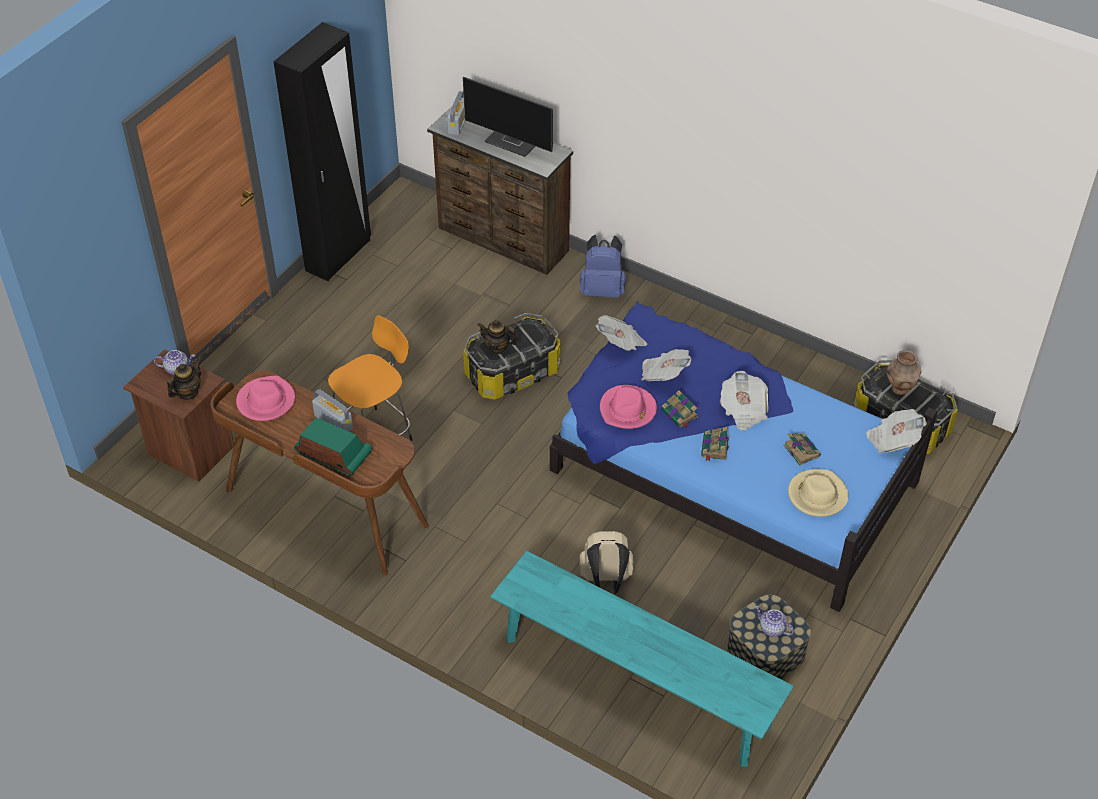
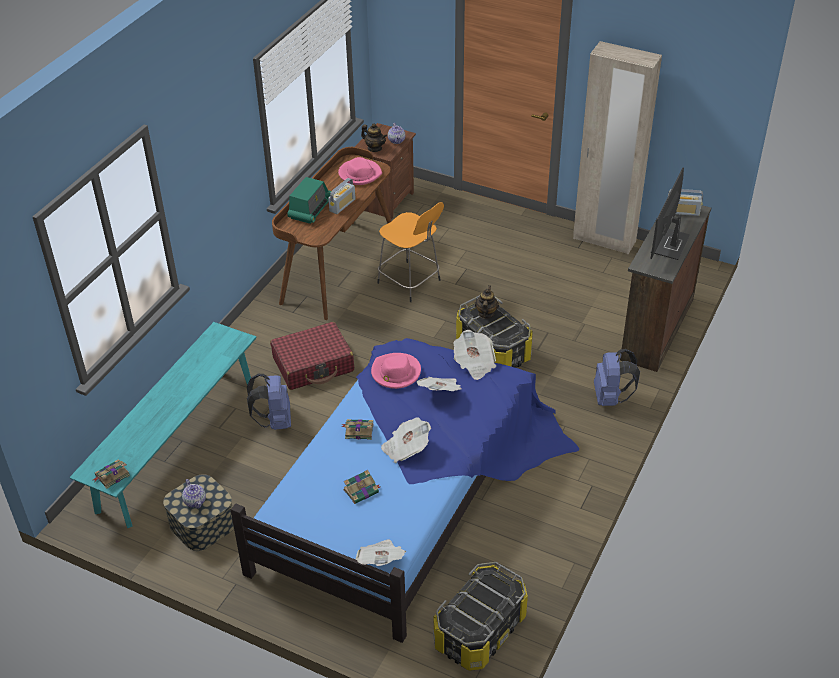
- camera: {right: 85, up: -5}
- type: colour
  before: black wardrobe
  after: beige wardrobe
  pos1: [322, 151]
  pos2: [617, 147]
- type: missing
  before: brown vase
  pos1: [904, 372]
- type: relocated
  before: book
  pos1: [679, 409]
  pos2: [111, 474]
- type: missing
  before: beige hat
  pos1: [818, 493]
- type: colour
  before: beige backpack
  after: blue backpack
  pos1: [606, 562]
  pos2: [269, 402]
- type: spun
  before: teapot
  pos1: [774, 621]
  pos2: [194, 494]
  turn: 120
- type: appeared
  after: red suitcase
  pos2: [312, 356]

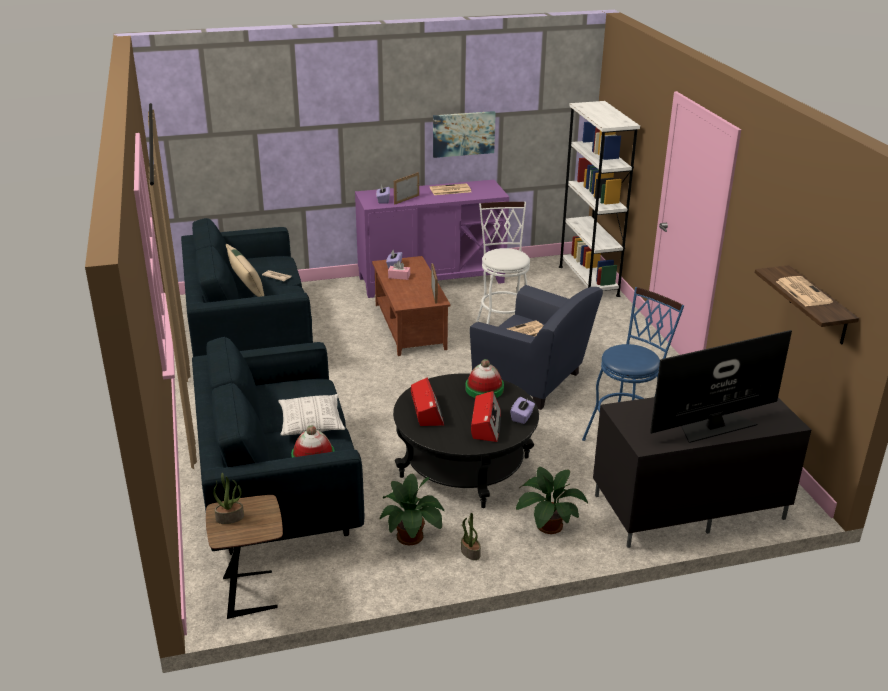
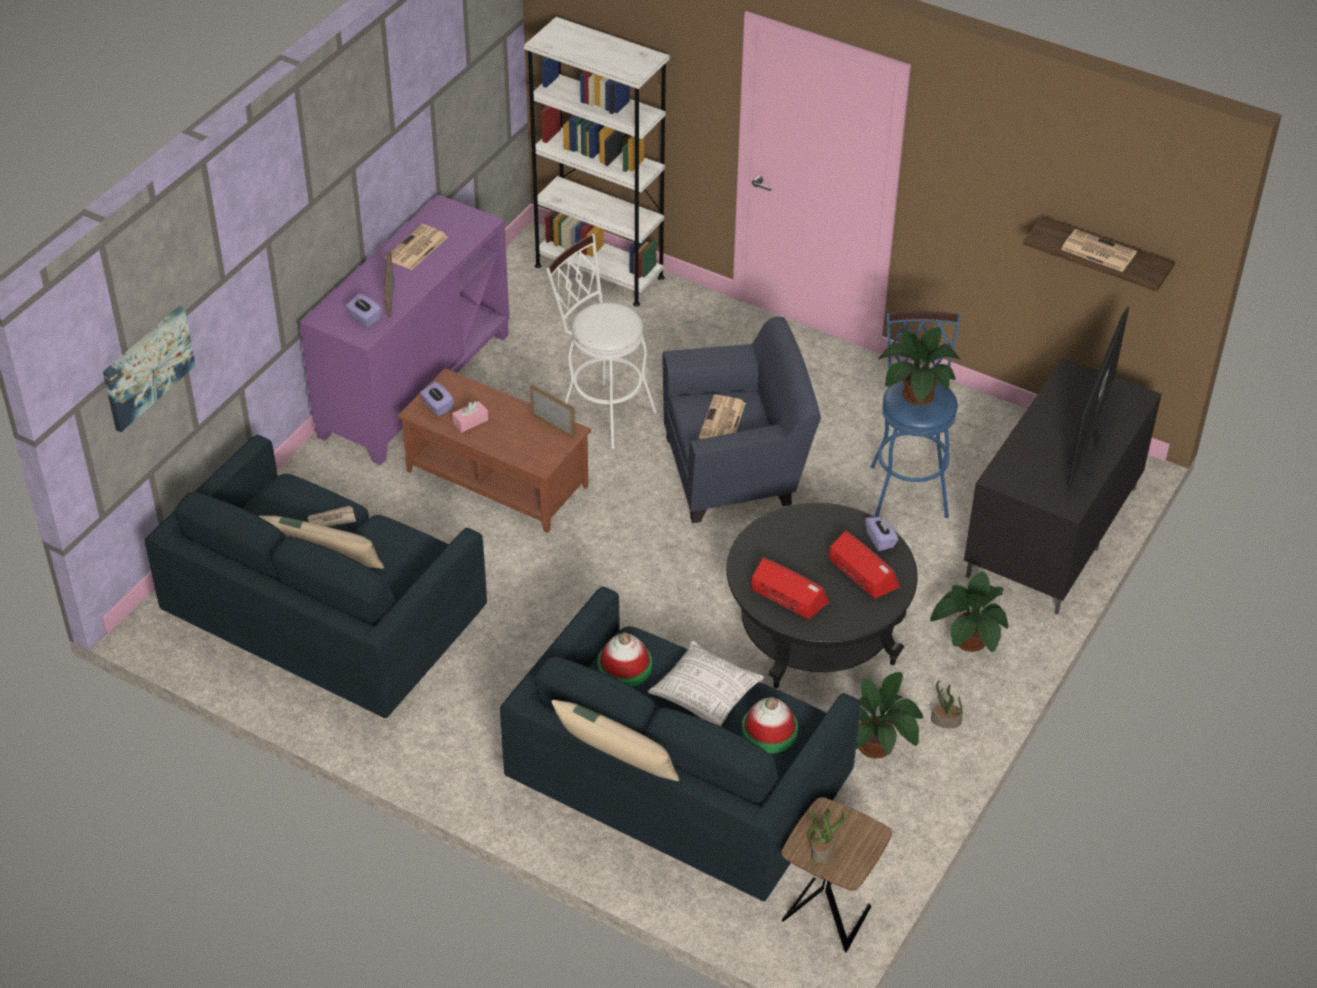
- camera: {right: -45, up: 15}
- type: relocated
  before: picture
  pos1: [464, 134]
  pos2: [149, 369]
- type: relocated
  before: hat
  pos1: [484, 378]
  pos2: [625, 659]
- type: appeared
  after: potted plant
  pos2: [919, 366]
- type: appeared
  after: beige pillow
  pos2: [615, 740]

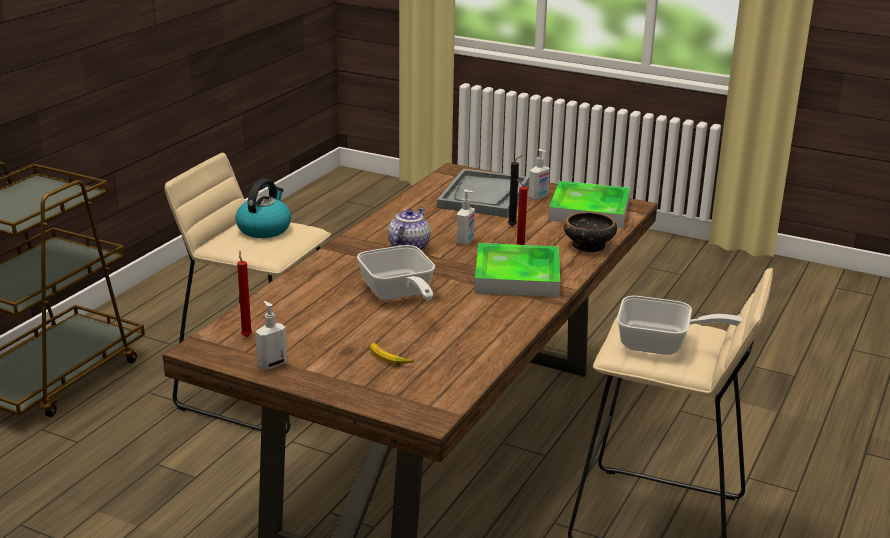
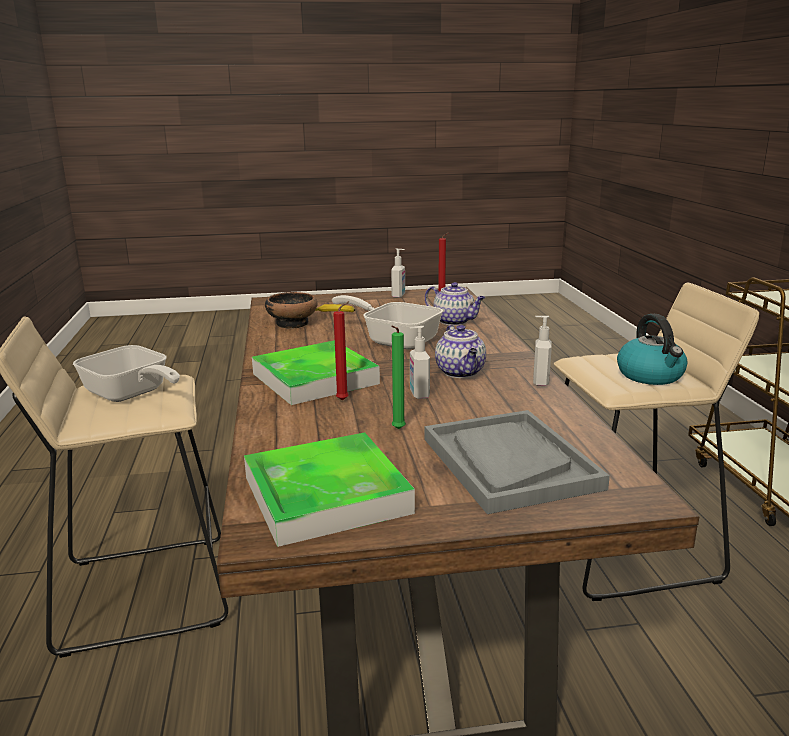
- camera: {right: 145, up: -5}
- type: relocated
  before: soap dispenser
  pos1: [539, 174]
  pos2: [542, 351]
- type: colour
  before: black candle
  after: green candle
  pos1: [515, 190]
  pos2: [398, 377]
- type: relocated
  before: bowl
  pos1: [590, 232]
  pos2: [291, 310]
- type: spun
  before: frying pan
  pos1: [680, 325]
  pos2: [126, 373]
  turn: -120
- type: appeared
  after: teapot
  pos2: [455, 304]

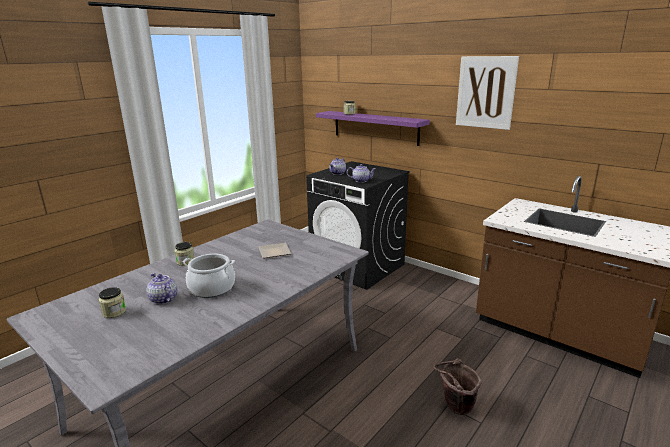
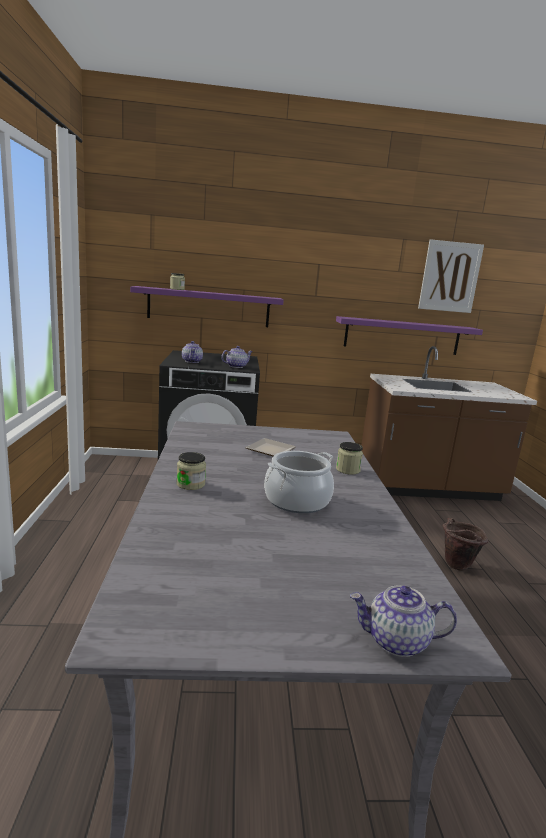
- camera: {right: -45, up: -5}
- type: relocated
  before: picture
  pos1: [487, 93]
  pos2: [451, 276]
- type: relocated
  before: teapot
  pos1: [161, 288]
  pos2: [403, 621]
- type: relocated
  before: jar
  pos1: [112, 302]
  pos2: [349, 458]
- type: appeared
  after: purple shelf
  pos2: [409, 335]

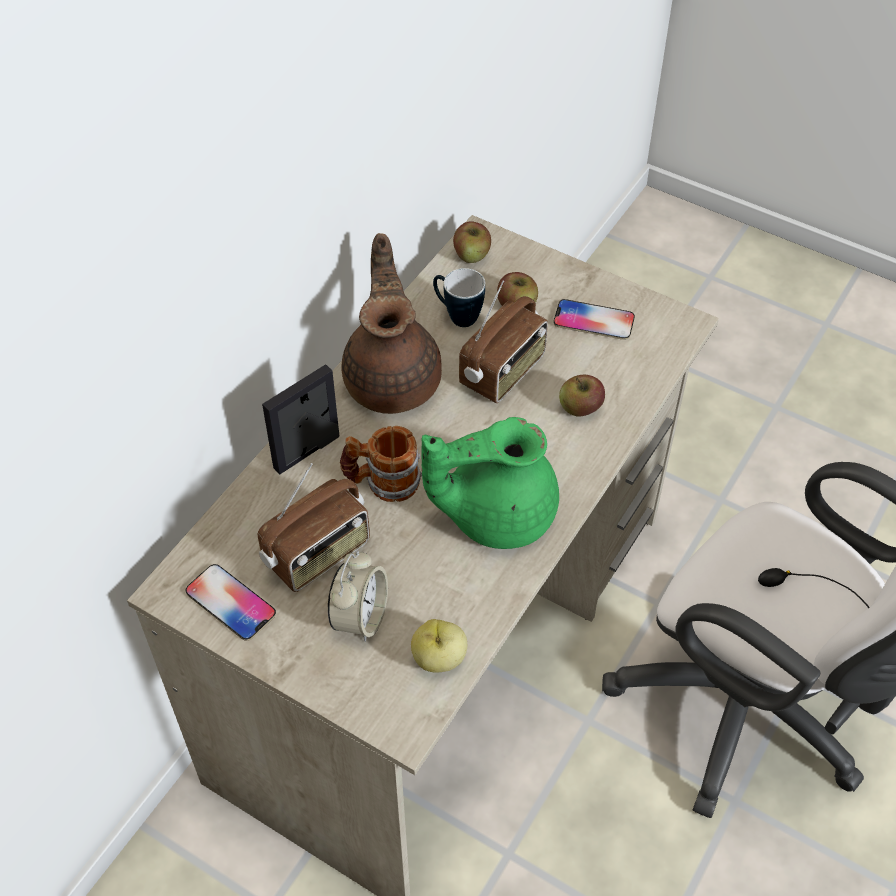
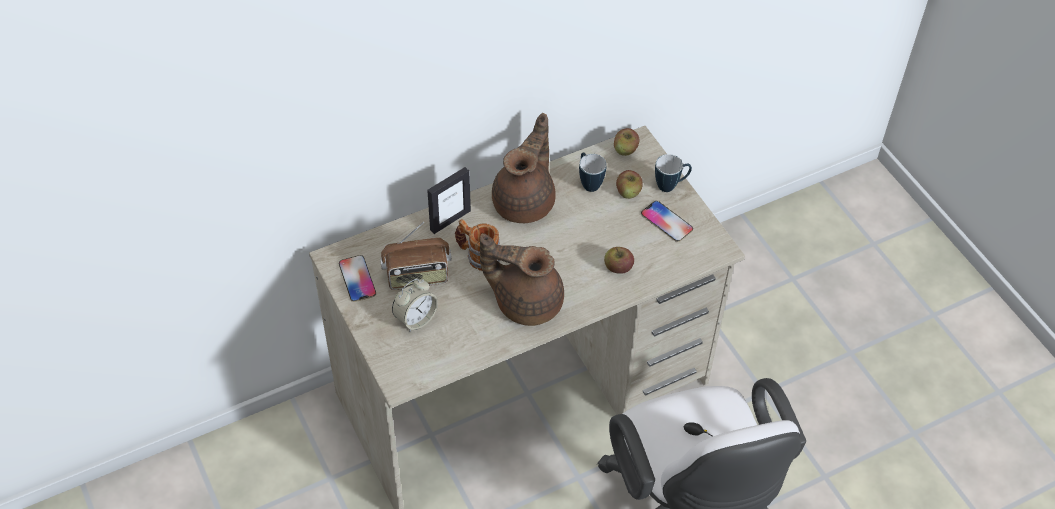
- camera: {right: 30, up: 0}
- type: missing
  before: radio
  pos1: [503, 341]
- type: spun
  before: picture frame
  pos1: [300, 419]
  pos2: [449, 200]
  turn: 150
- type: colour
  before: green teapot
  after: brown teapot
  pos1: [490, 483]
  pos2: [522, 279]
- type: missing
  before: apple
  pos1: [439, 646]
- type: appeared
  after: mug
  pos2: [673, 173]

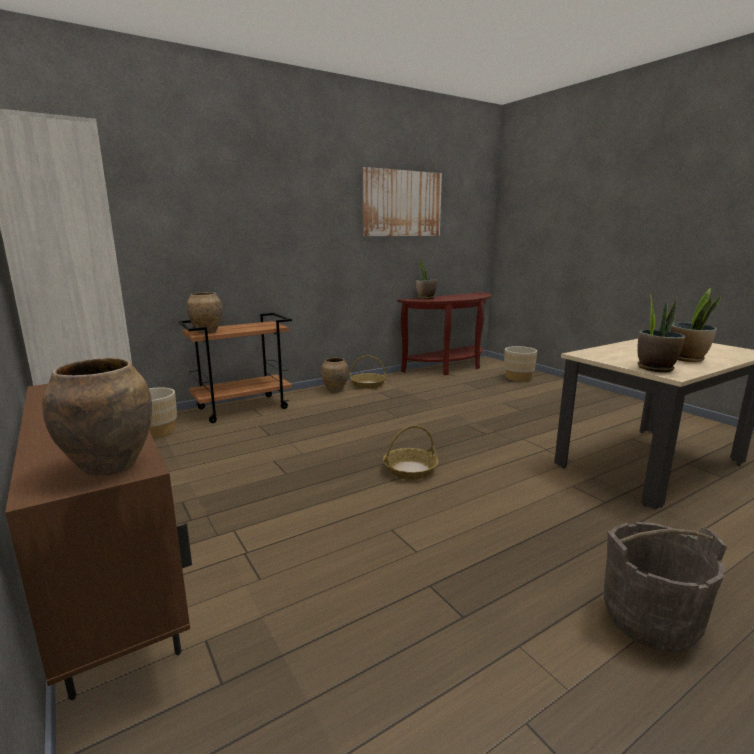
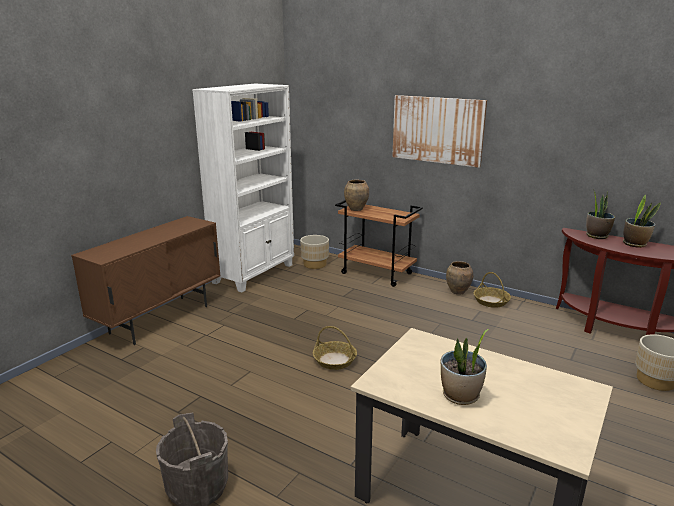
- camera: {right: 65, up: 5}
- type: relocated
  before: picture
  pos1: [402, 201]
  pos2: [439, 131]
- type: relocated
  before: potted plant
  pos1: [661, 332]
  pos2: [642, 221]
- type: missing
  before: brown vase
  pos1: [97, 417]

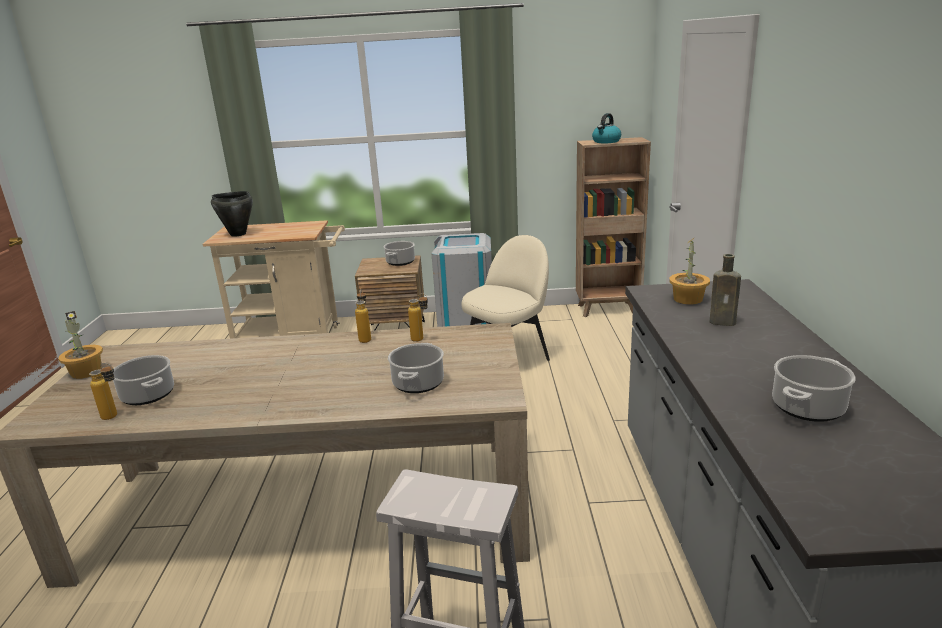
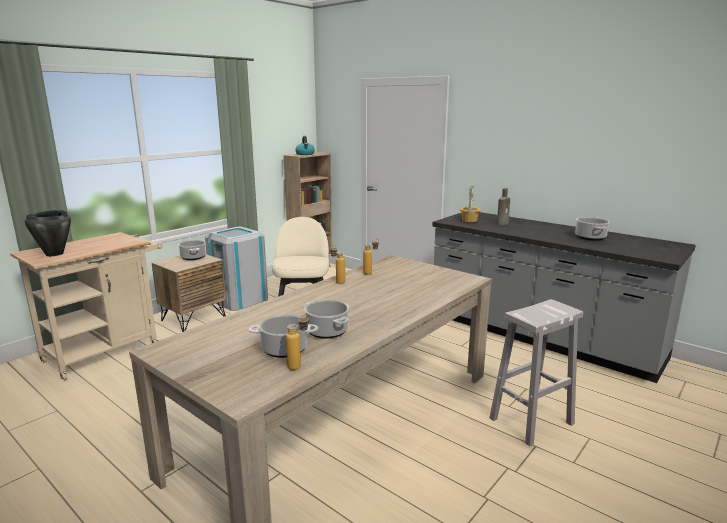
- camera: {right: -50, up: -5}
- type: missing
  before: potted plant
  pos1: [80, 345]
- type: relocated
  before: cooking pot
  pos1: [416, 368]
  pos2: [326, 319]

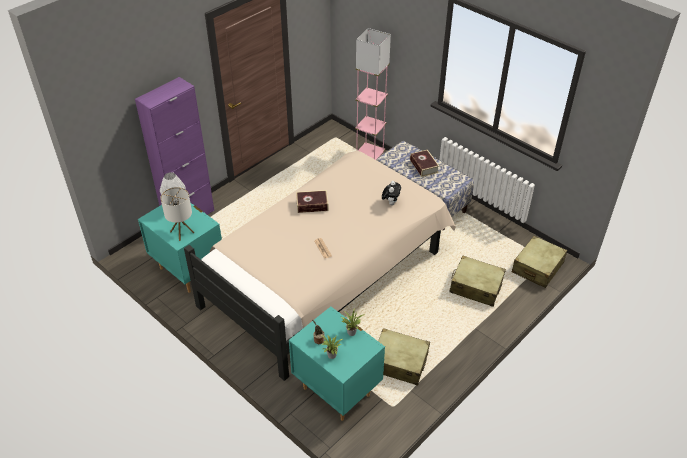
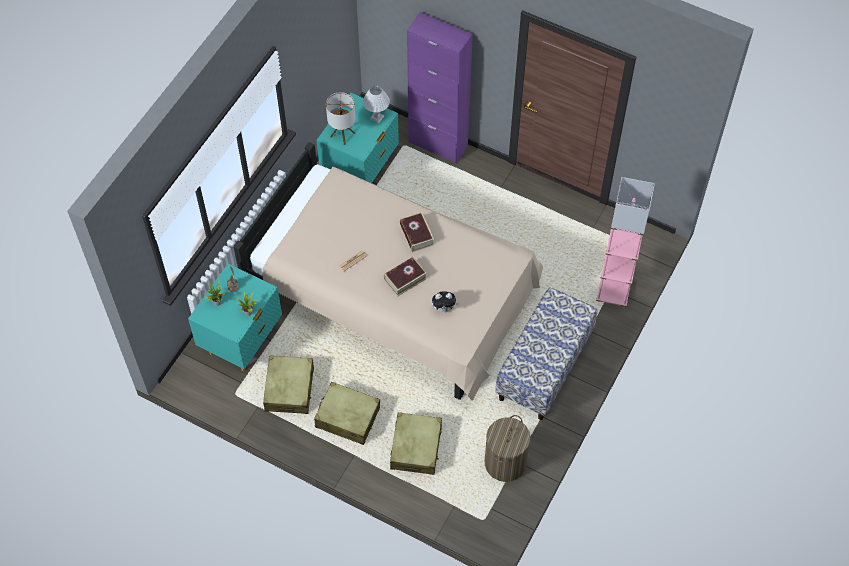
- camera: {right: 75, up: 15}
- type: relocated
  before: book
  pos1: [424, 163]
  pos2: [405, 276]
- type: relocated
  before: beige suitcase
  pos1: [539, 262]
  pos2: [347, 413]
- type: appeared
  after: laundry basket
  pos2: [508, 448]

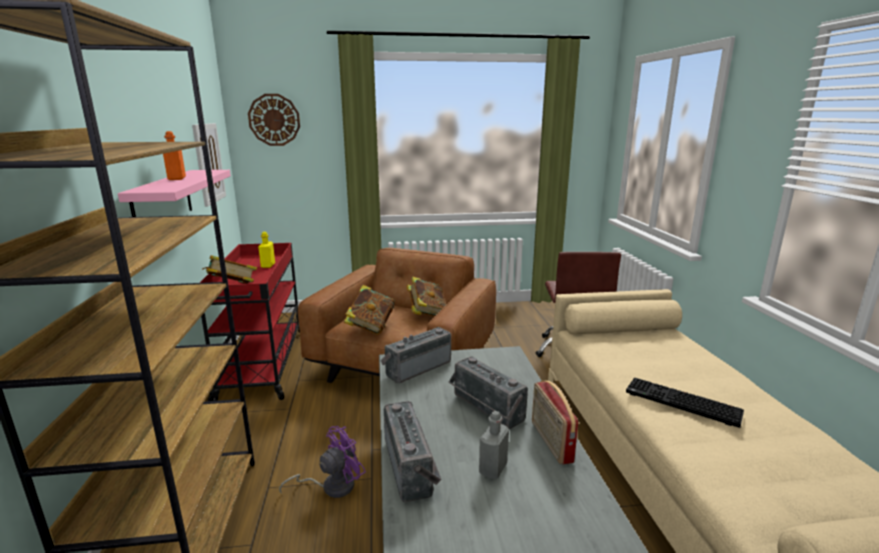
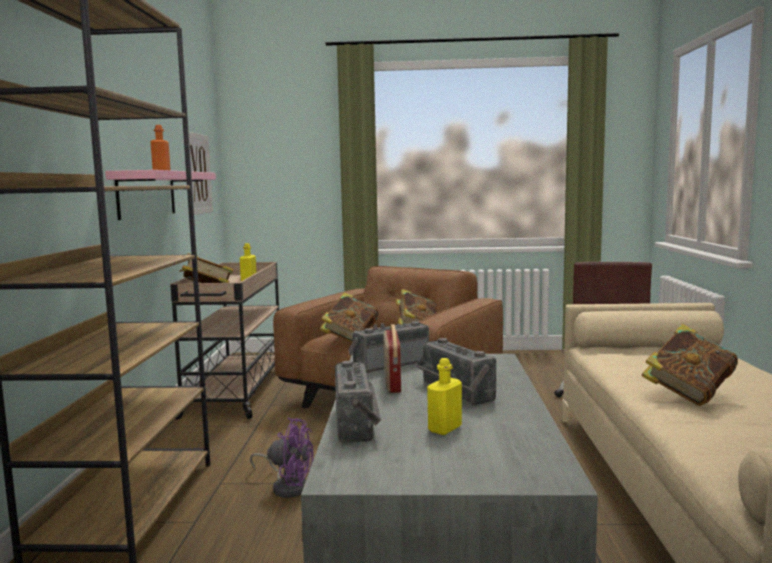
- camera: {right: 10, up: -10}
- type: missing
  before: wall clock
  pos1: [274, 120]
- type: colour
  before: red cart
  after: beige cart
  pos1: [250, 322]
  pos2: [224, 341]
- type: exchanged
  before: keyboard
  after: book
  pos1: [685, 403]
  pos2: [689, 365]
- type: relocated
  before: radio
  pos1: [555, 422]
  pos2: [392, 359]
- type: colour
  before: grey bottle
  after: yellow bottle
  pos1: [494, 445]
  pos2: [444, 396]
- type: spun
  before: purple fan
  pos1: [322, 462]
  pos2: [282, 458]
  turn: 45

